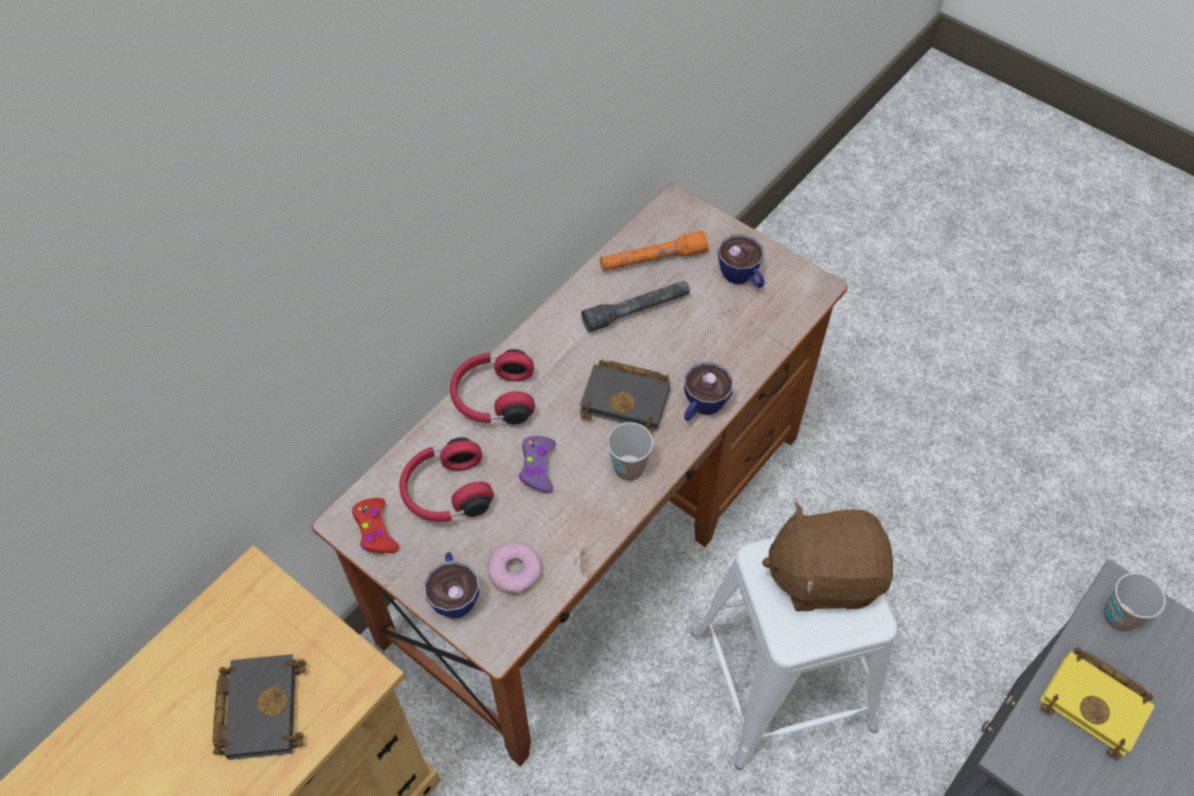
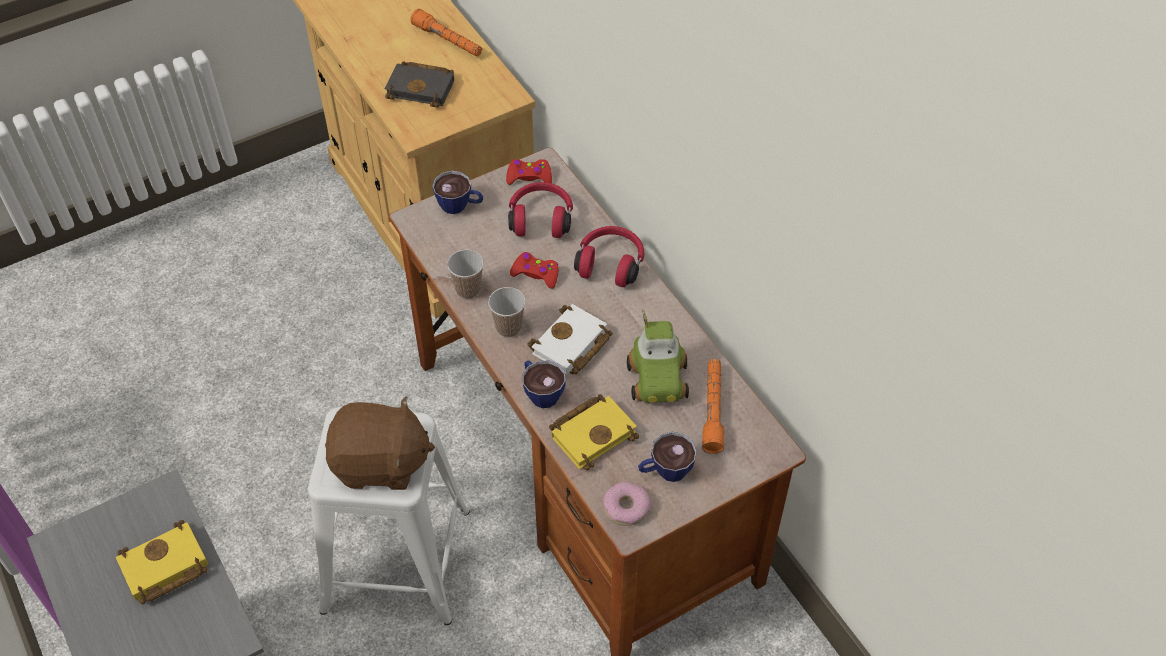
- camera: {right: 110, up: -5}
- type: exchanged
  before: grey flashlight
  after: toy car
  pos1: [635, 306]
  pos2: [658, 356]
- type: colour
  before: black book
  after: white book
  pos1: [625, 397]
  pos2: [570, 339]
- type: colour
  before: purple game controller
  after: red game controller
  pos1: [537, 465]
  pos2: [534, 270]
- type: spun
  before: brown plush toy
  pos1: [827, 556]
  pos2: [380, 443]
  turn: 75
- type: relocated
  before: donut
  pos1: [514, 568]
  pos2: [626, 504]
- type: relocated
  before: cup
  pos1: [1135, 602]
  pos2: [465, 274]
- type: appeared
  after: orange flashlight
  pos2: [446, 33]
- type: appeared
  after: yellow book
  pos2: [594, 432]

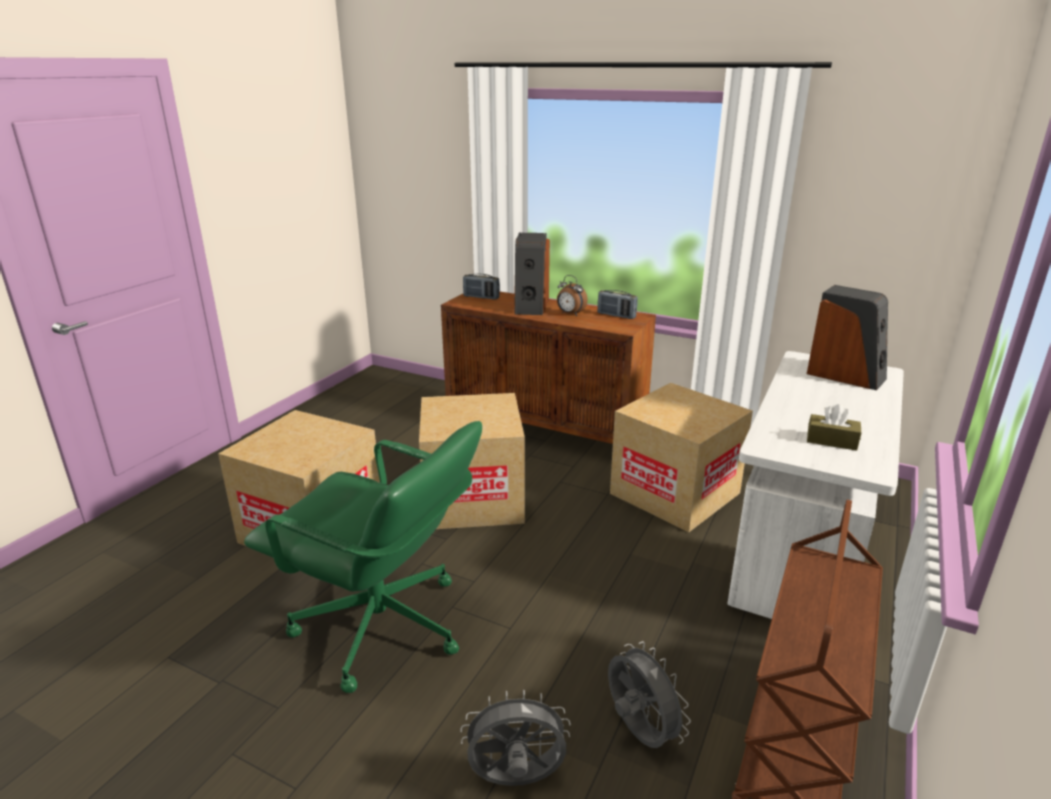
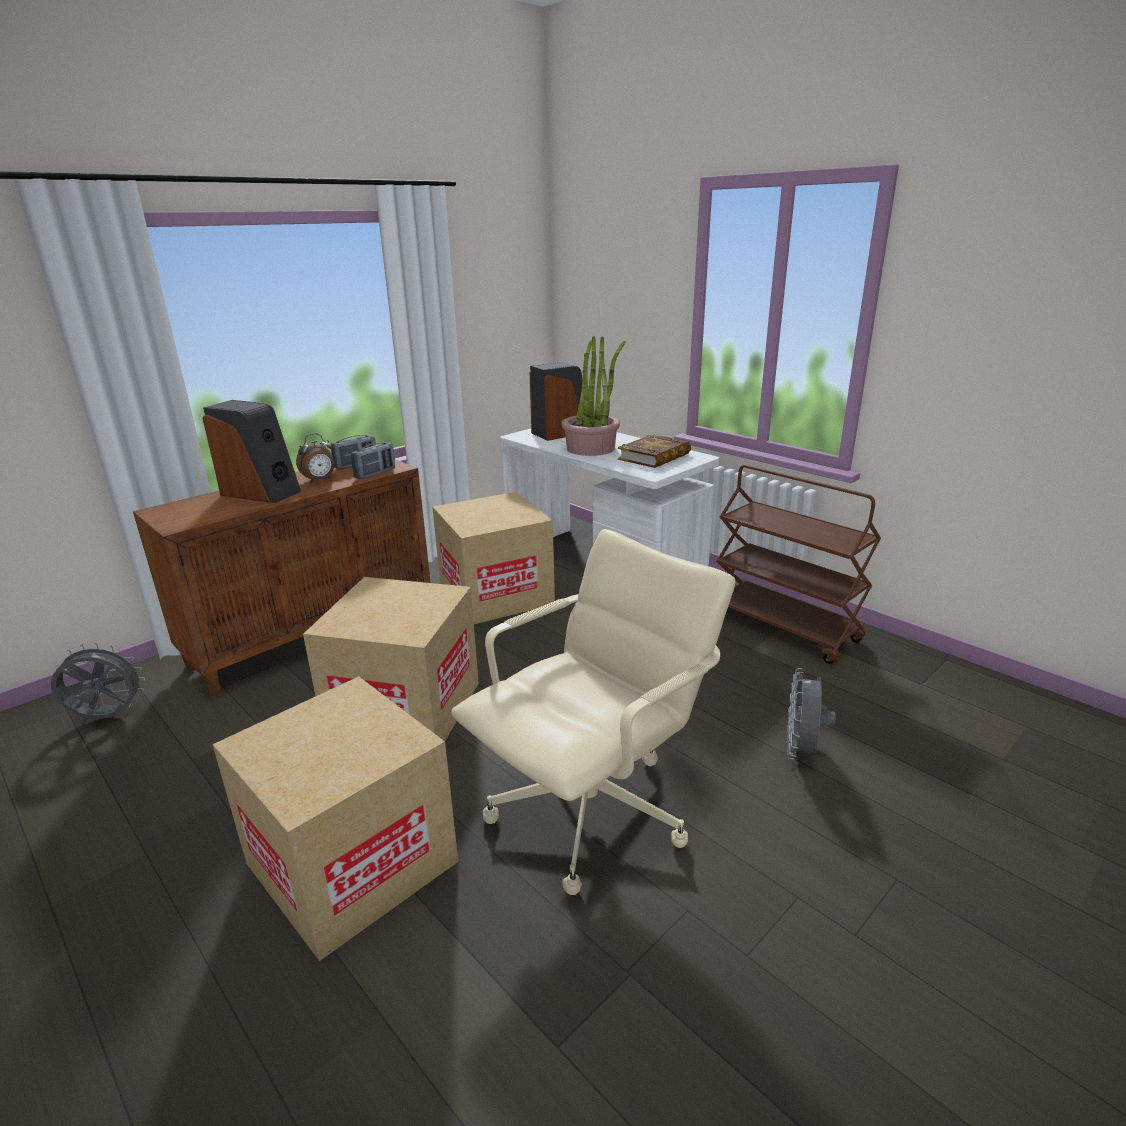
- camera: {right: -70, up: 0}
- type: relocated
  before: radio
  pos1: [481, 286]
  pos2: [373, 460]
- type: exchanged
  before: brown tissue box
  after: book
  pos1: [834, 427]
  pos2: [654, 451]
- type: colour
  before: green office chair
  after: beige office chair
  pos1: [363, 557]
  pos2: [593, 712]
- type: relocated
  before: grey fan
  pos1: [649, 694]
  pos2: [98, 681]
- type: appeared
  after: potted plant
  pos2: [594, 396]

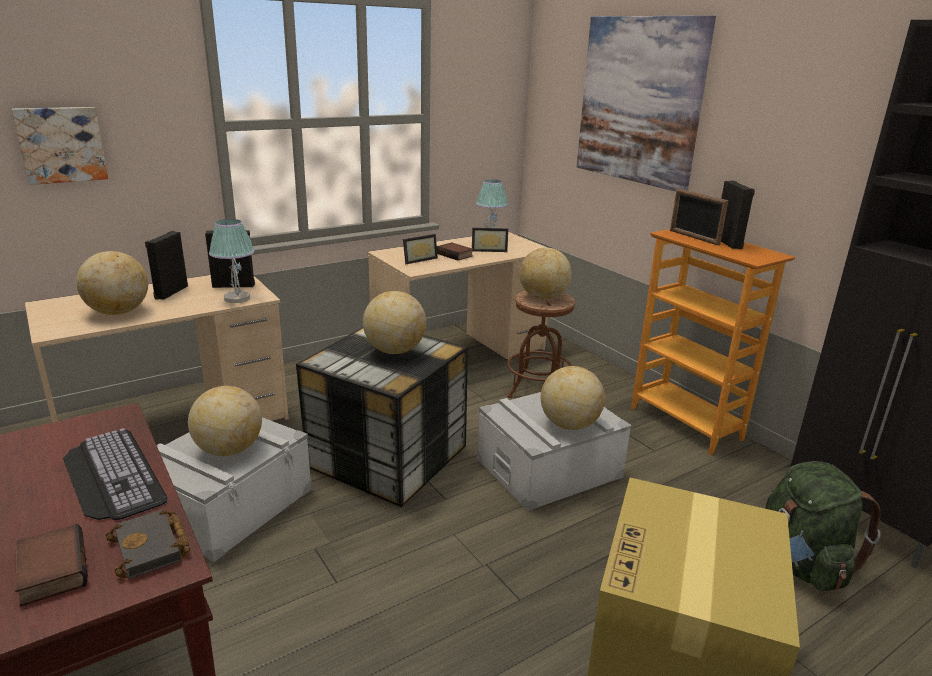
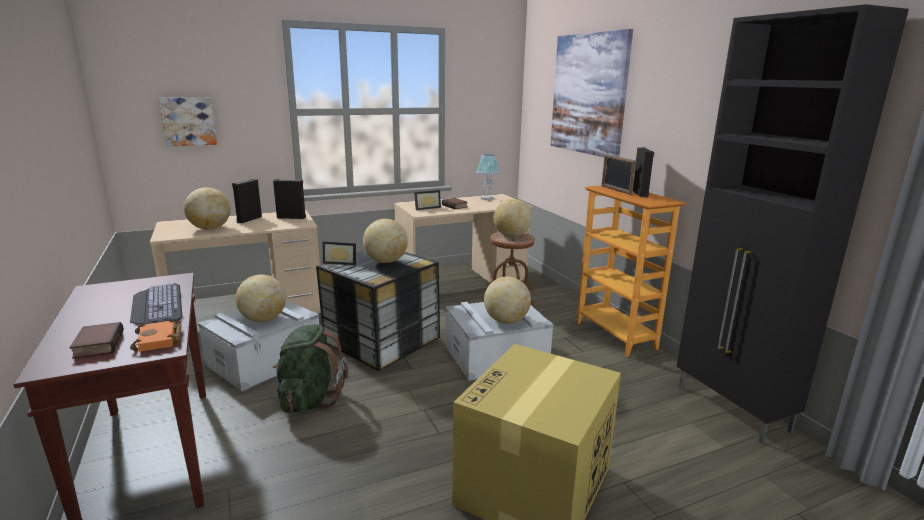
- camera: {right: 10, up: -5}
- type: missing
  before: table lamp
  pos1: [232, 261]
- type: relocated
  before: picture frame
  pos1: [490, 240]
  pos2: [339, 253]
- type: relocated
  before: green backpack
  pos1: [823, 526]
  pos2: [310, 368]
- type: colour
  before: black book
  after: orange book
  pos1: [148, 544]
  pos2: [156, 336]

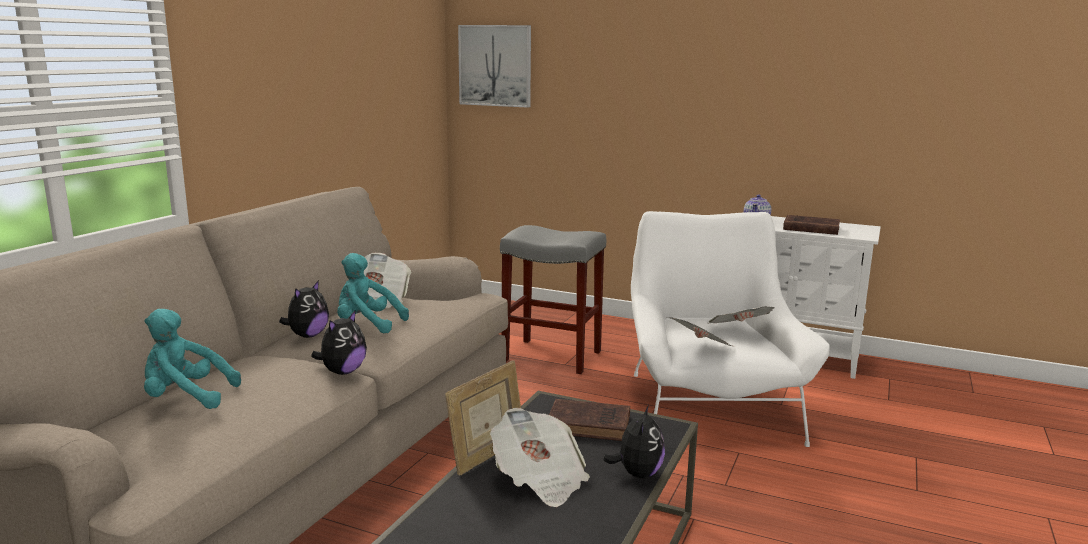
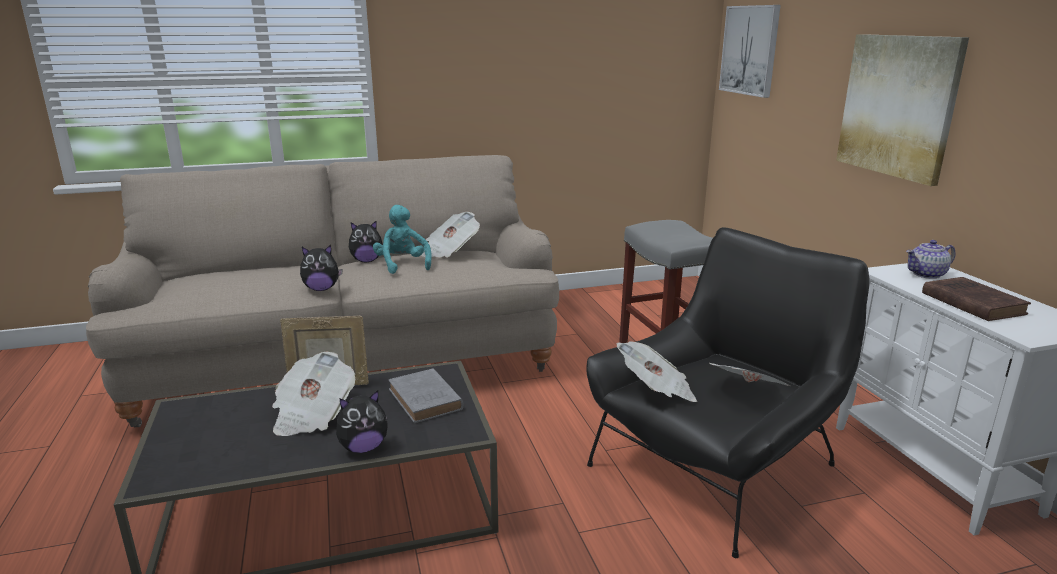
- camera: {right: 50, up: 5}
- type: colour
  before: white armchair
  after: black armchair
  pos1: [730, 329]
  pos2: [727, 392]
- type: missing
  before: turquoise plush toy
  pos1: [192, 359]
- type: colour
  before: brown book
  after: grey book
  pos1: [589, 420]
  pos2: [426, 395]
- type: appeared
  after: picture
  pos2: [902, 110]

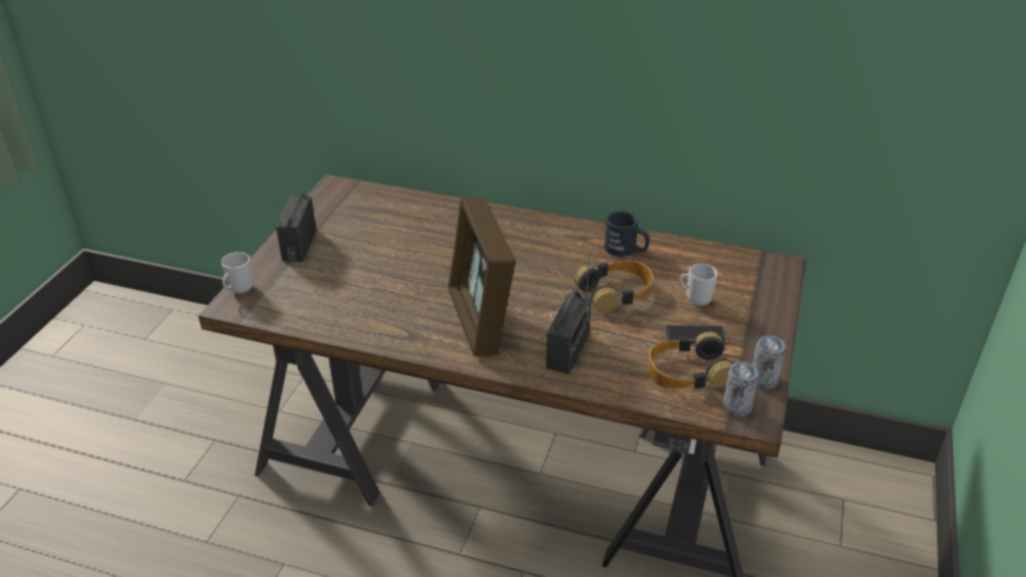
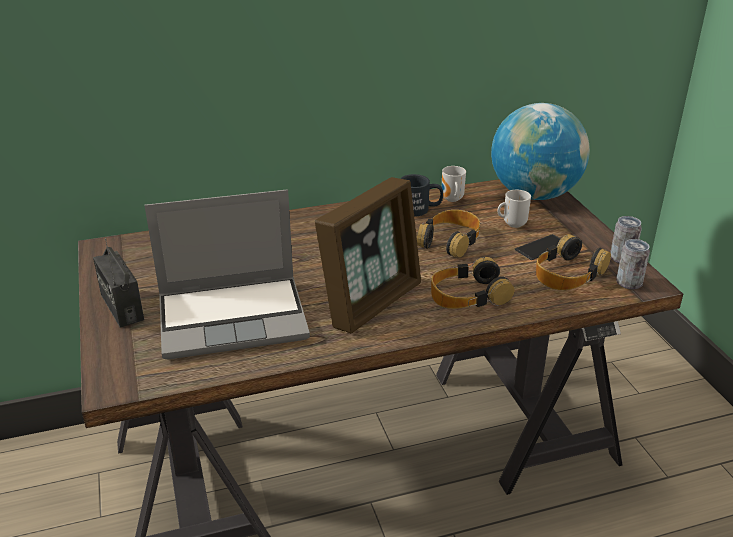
- camera: {right: -35, up: -5}
- type: spun
  before: picture frame
  pos1: [482, 276]
  pos2: [368, 255]
  turn: -90
- type: relocated
  before: mug
  pos1: [237, 273]
  pos2: [454, 184]
- type: exchanged
  before: radio
  after: headphones
  pos1: [568, 315]
  pos2: [472, 283]
- type: appeared
  after: globe
  pos2: [540, 151]
- type: appeared
  after: laptop
  pos2: [227, 274]

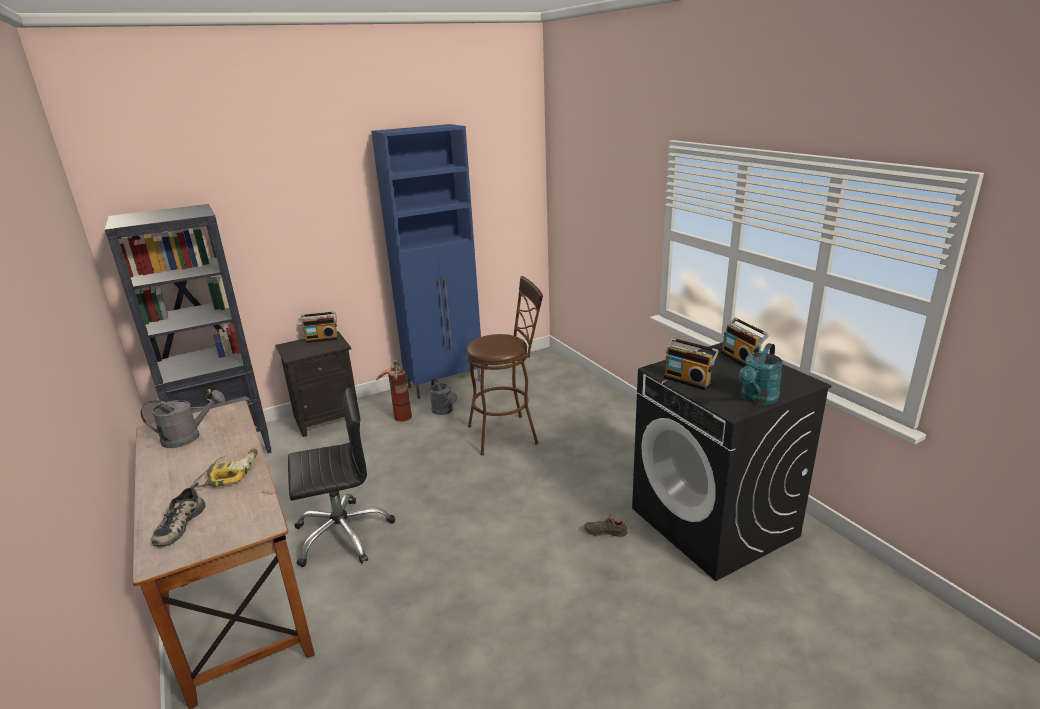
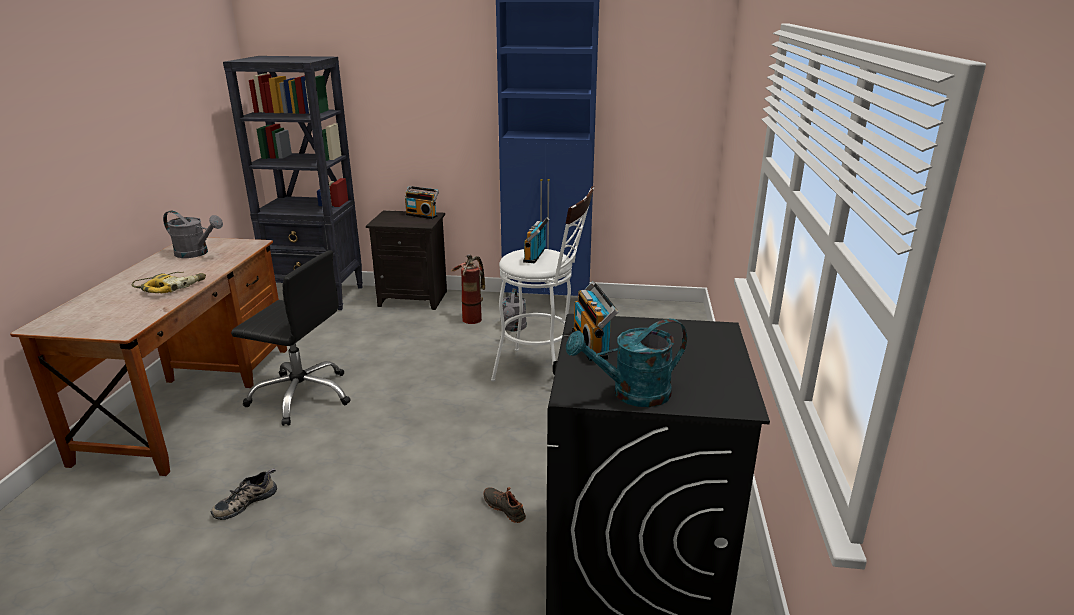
- camera: {right: 35, up: 0}
- type: colour
  before: brown stool
  after: white stool
  pos1: [505, 366]
  pos2: [542, 284]
- type: relocated
  before: radio
  pos1: [745, 342]
  pos2: [536, 240]
- type: relocated
  before: shoe
  pos1: [178, 514]
  pos2: [244, 494]

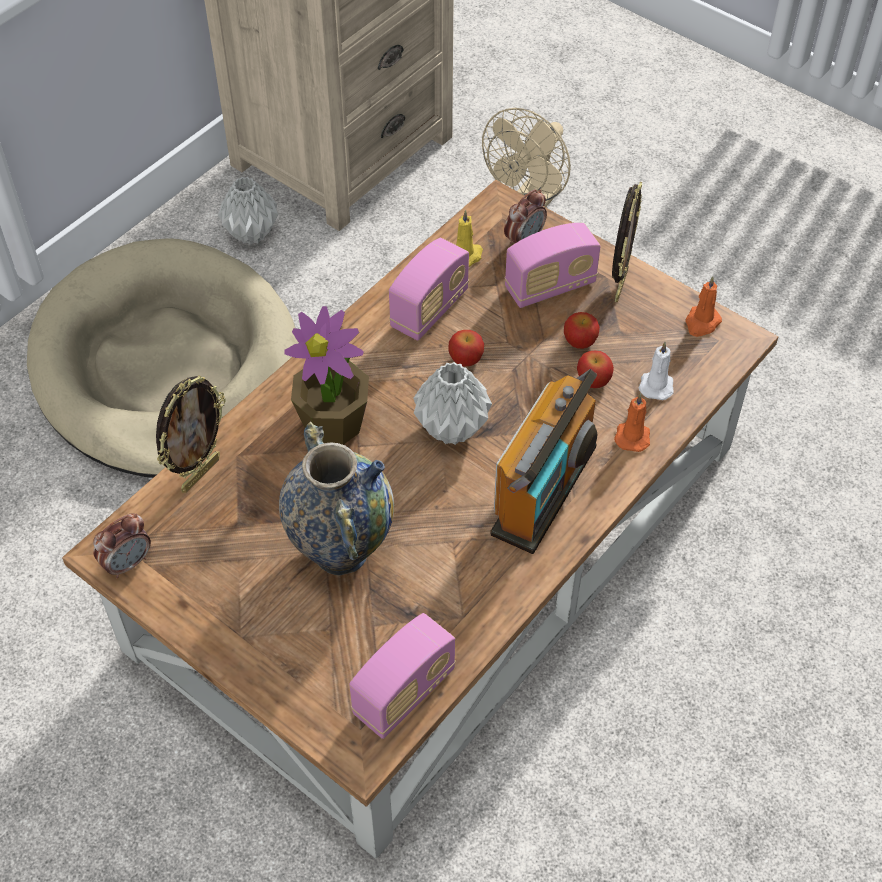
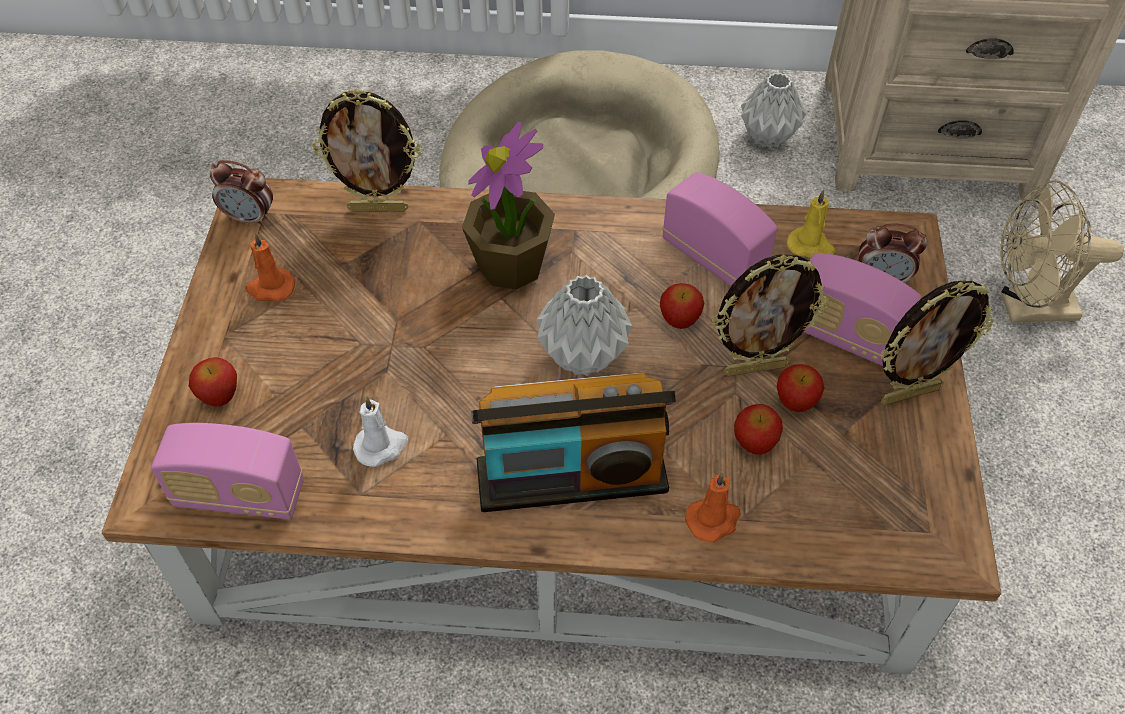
- camera: {right: 55, up: 0}
- type: spun
  before: radio
  pos1: [429, 289]
  pos2: [720, 229]
  turn: -135
- type: relocated
  before: orange candle
  pos1: [703, 306]
  pos2: [270, 267]
- type: relocated
  before: white candle
  pos1: [656, 371]
  pos2: [380, 431]
- type: missing
  before: vase
  pos1: [336, 498]
- type: appeared
  after: picture frame
  pos2: [771, 315]
- type: appeared
  after: apple
  pos2: [213, 381]

